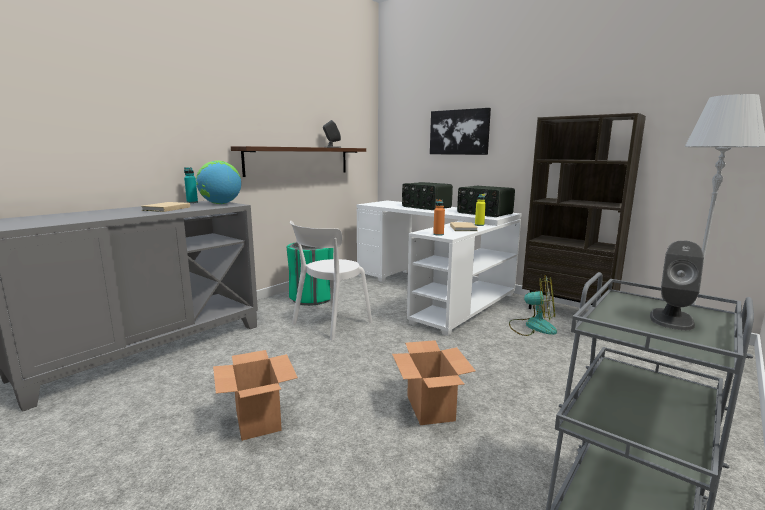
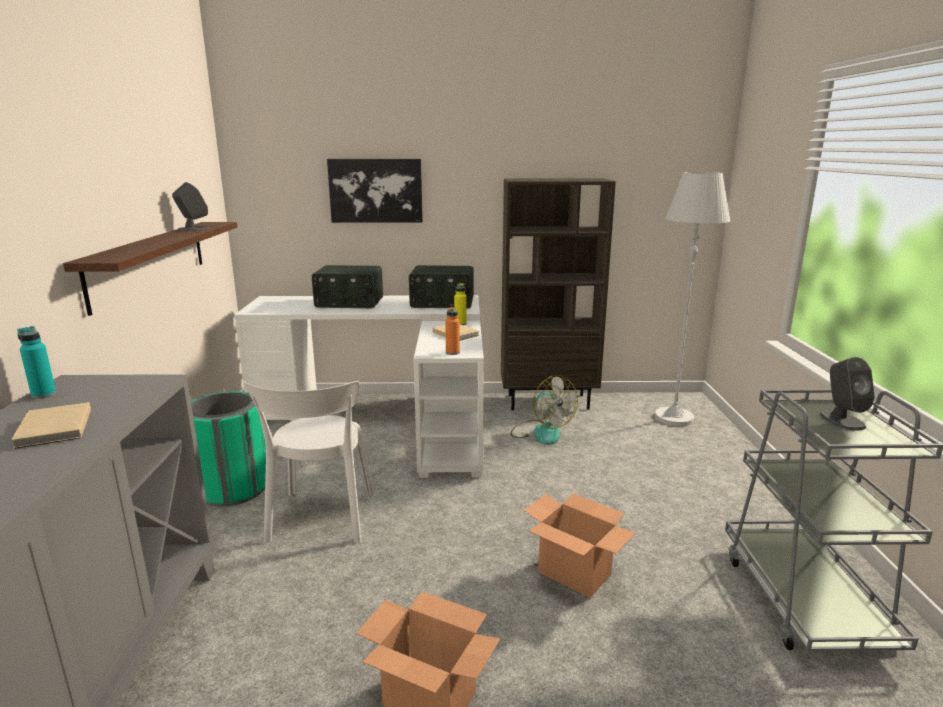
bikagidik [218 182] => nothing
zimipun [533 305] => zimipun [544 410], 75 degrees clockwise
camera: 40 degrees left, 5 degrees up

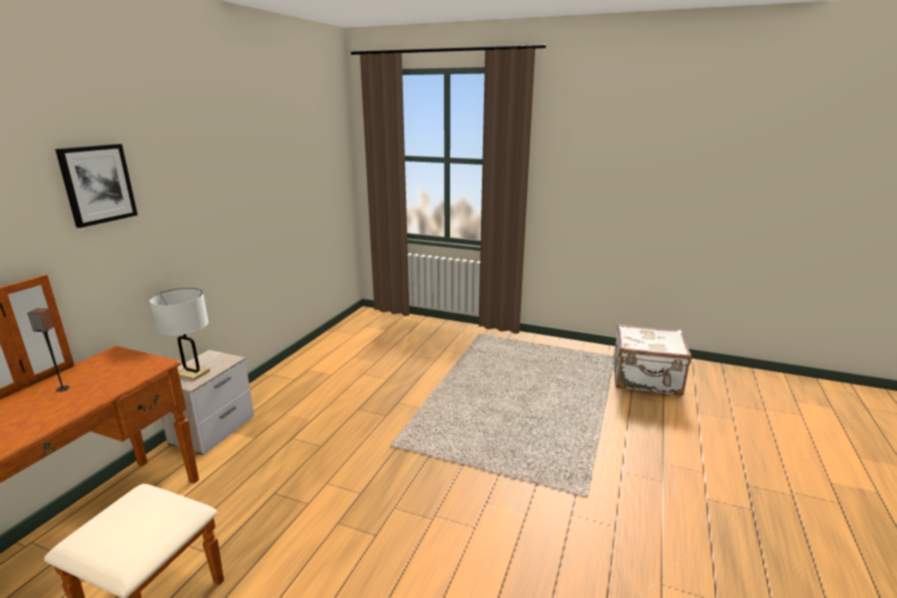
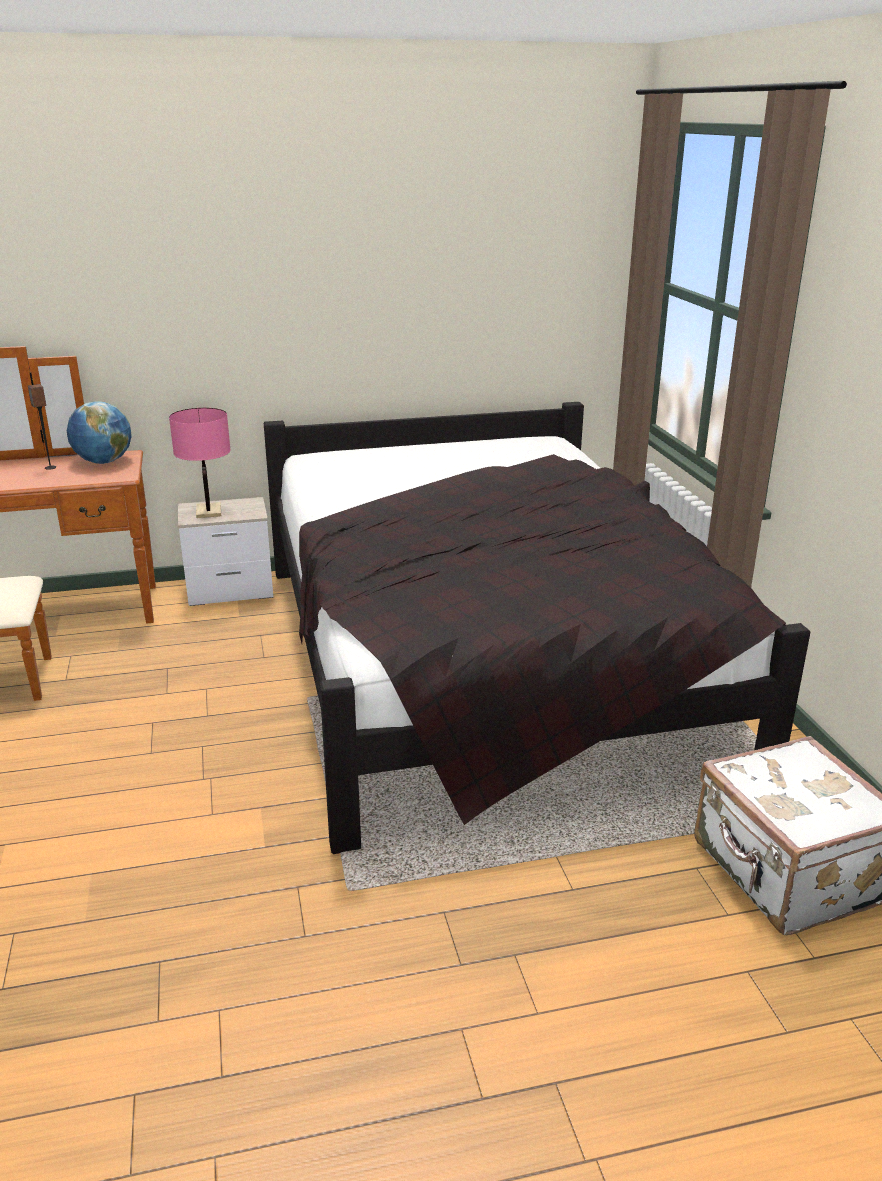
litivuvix [96 186] => nothing
nothing => bikagidik [99 432]
nothing => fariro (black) [537 628]
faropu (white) [179 334] => faropu (pink) [200 463]
camera: 55 degrees right, 5 degrees up

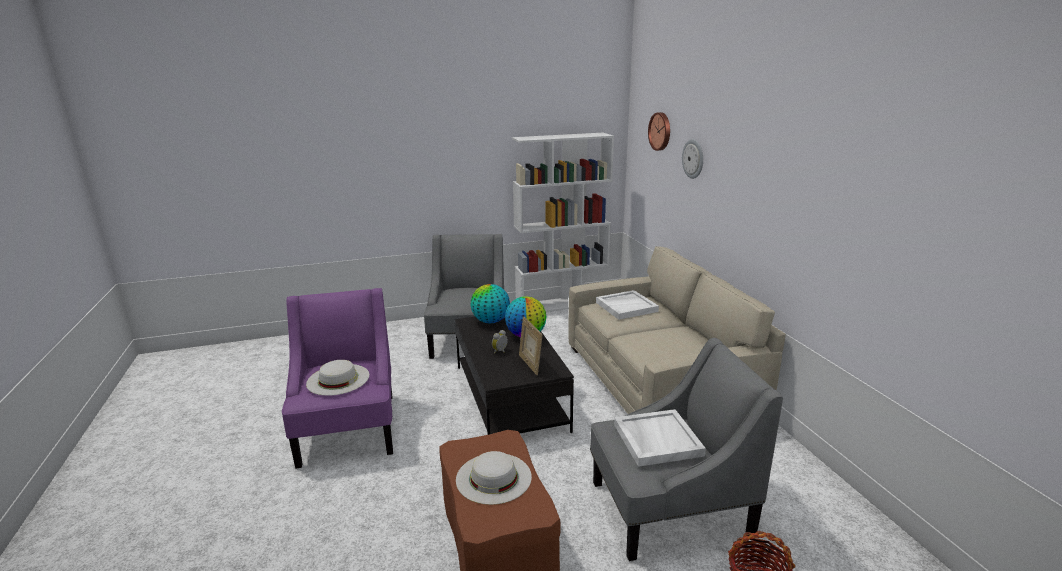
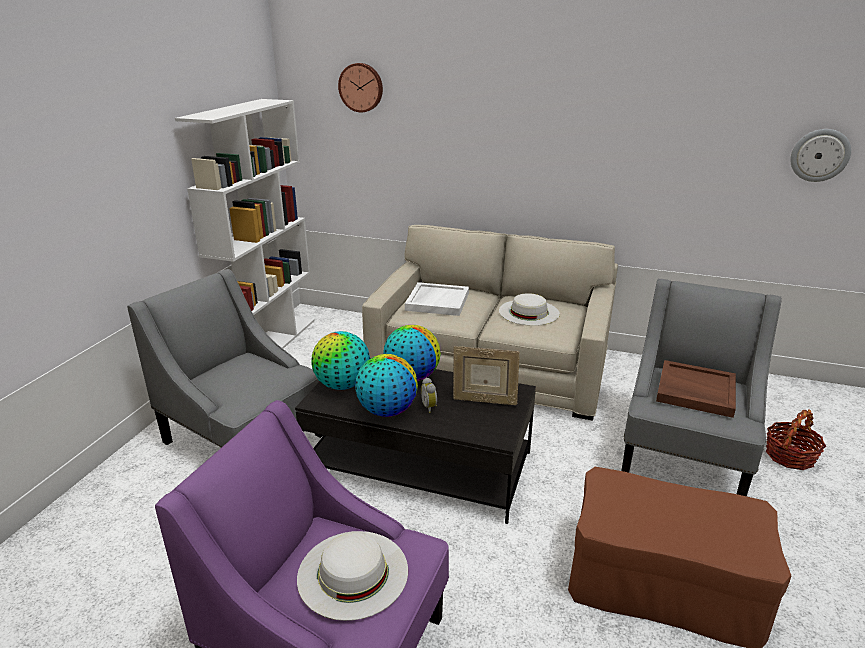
nothing => bikagidik [386 385]
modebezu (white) [494 478] => modebezu (white) [529 309], relocated
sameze [692 159] => sameze [820 155], relocated
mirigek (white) [660 438] => mirigek (brown) [696 389]
camera: 55 degrees left, 5 degrees up

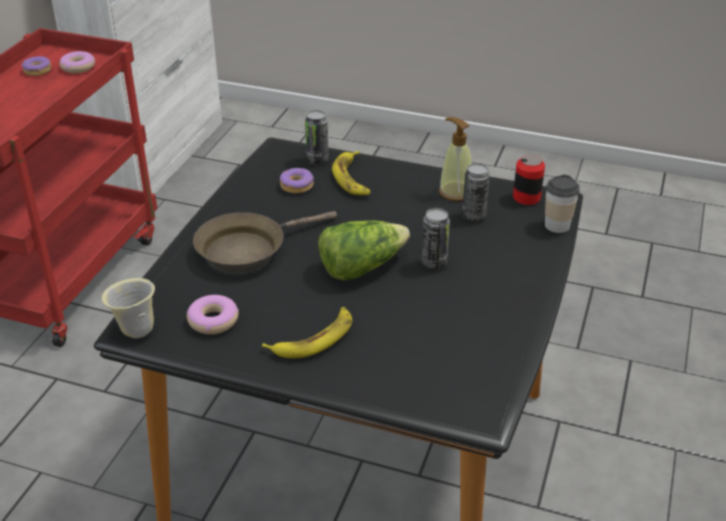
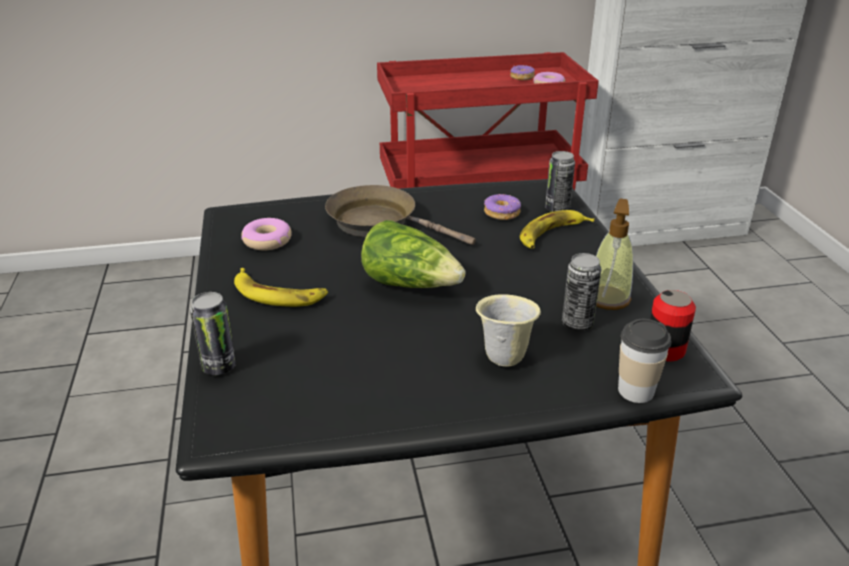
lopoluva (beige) [128 308] => lopoluva (beige) [508 330], relocated
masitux [436 239] => masitux [213 333], relocated
camera: 60 degrees right, 5 degrees down

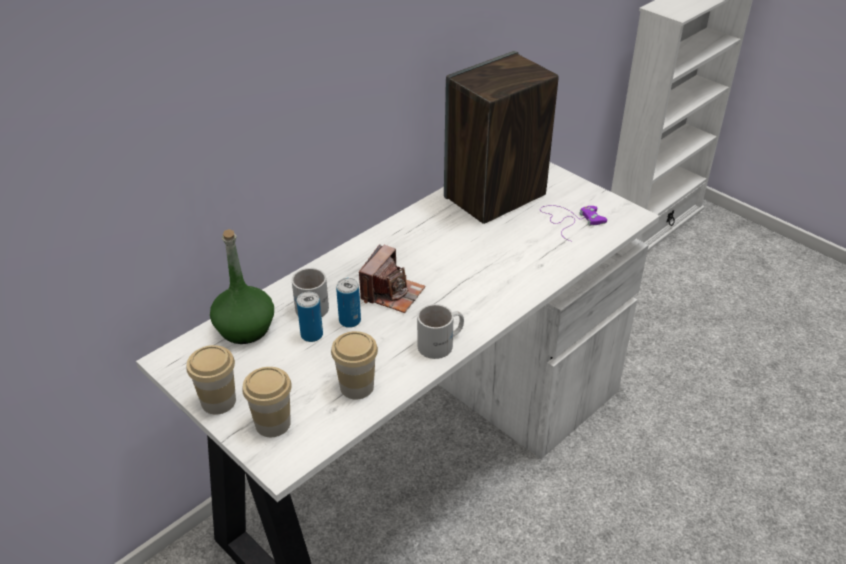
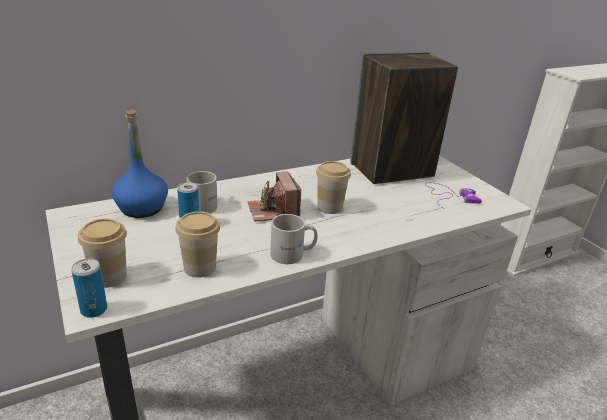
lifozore [211 380] => lifozore [333 187], relocated
masitux [348 303] => masitux [89 288], relocated
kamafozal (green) [242 286] => kamafozal (blue) [140 163]
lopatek [392 278] => lopatek [274 196], 120 degrees clockwise
camera: 15 degrees right, 10 degrees down

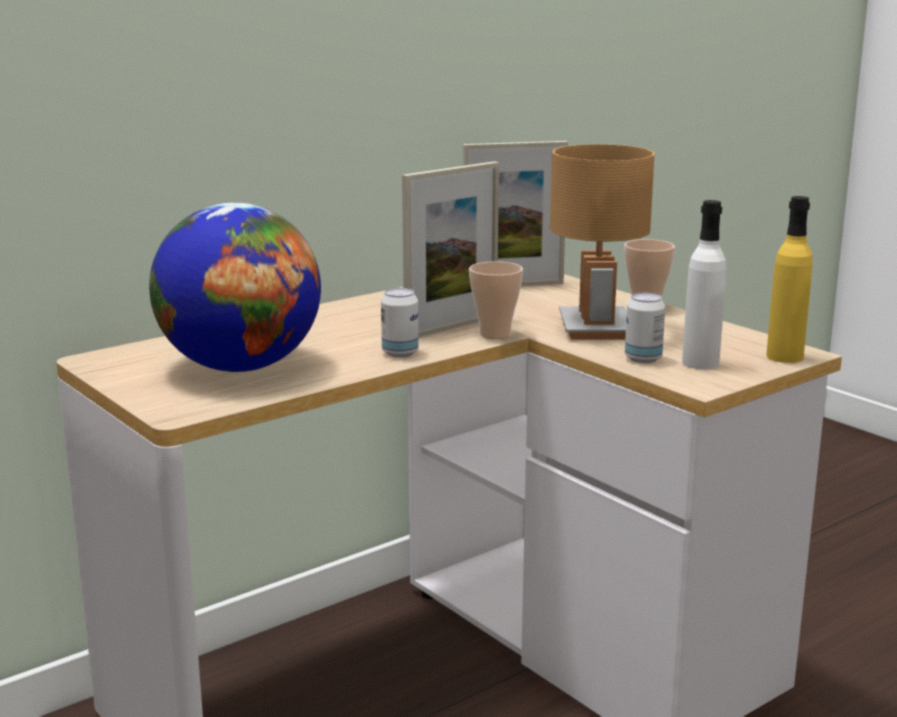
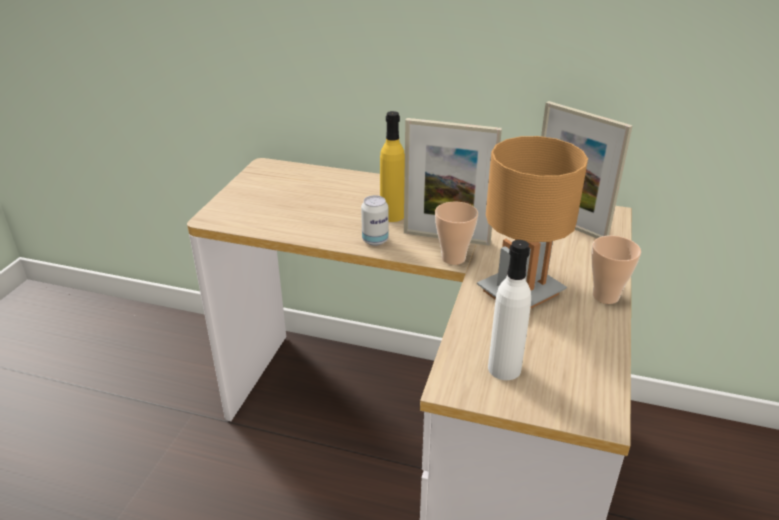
bikagidik [235 287] => nothing
masitux [645 328] => nothing
kamafozal (yellow) [789 279] => kamafozal (yellow) [392 166], relocated
camera: 55 degrees right, 15 degrees up

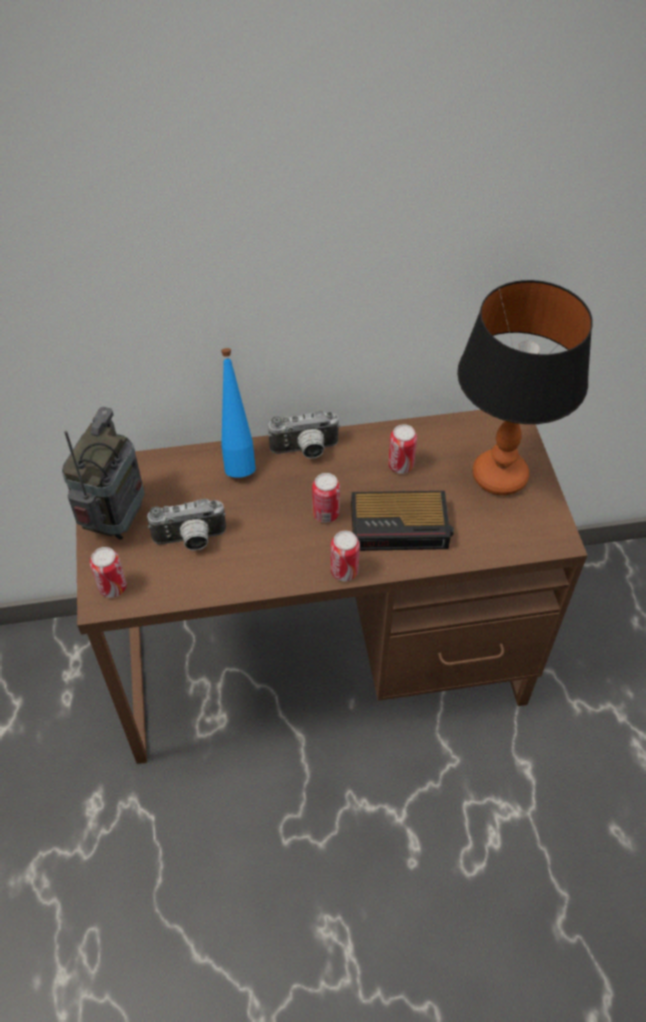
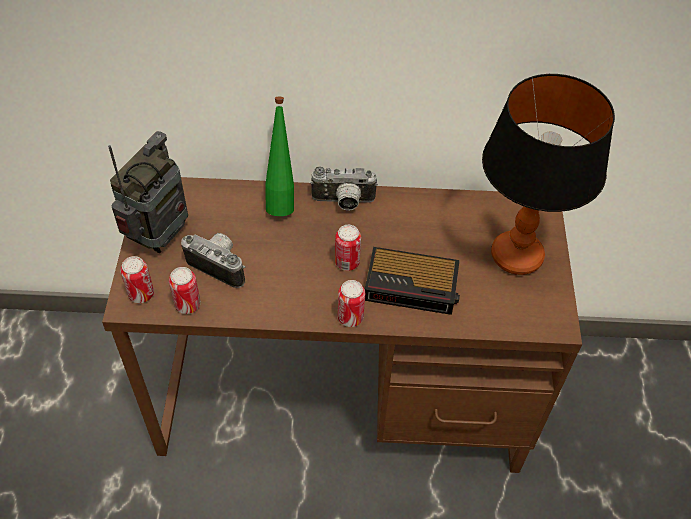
masitux [402 449] => masitux [185 290], relocated
kamafozal (blue) [238 413] => kamafozal (green) [279 156]
lopatek [186 525] => lopatek [213 260], 150 degrees counterclockwise
camera: 10 degrees right, 0 degrees up

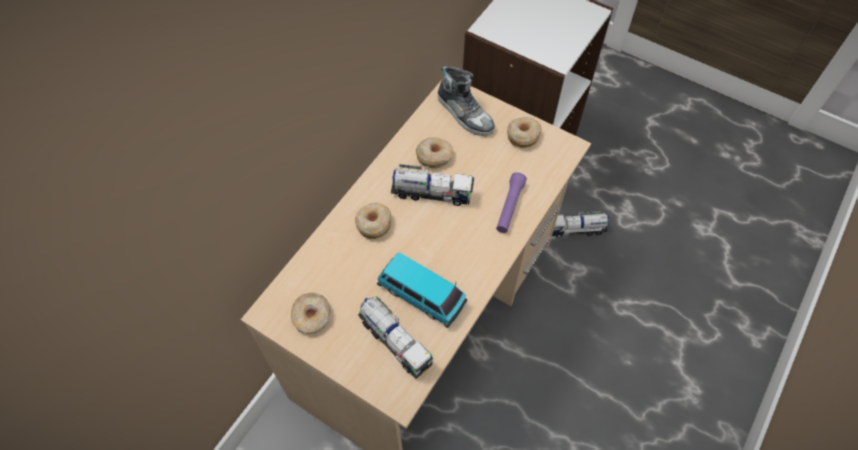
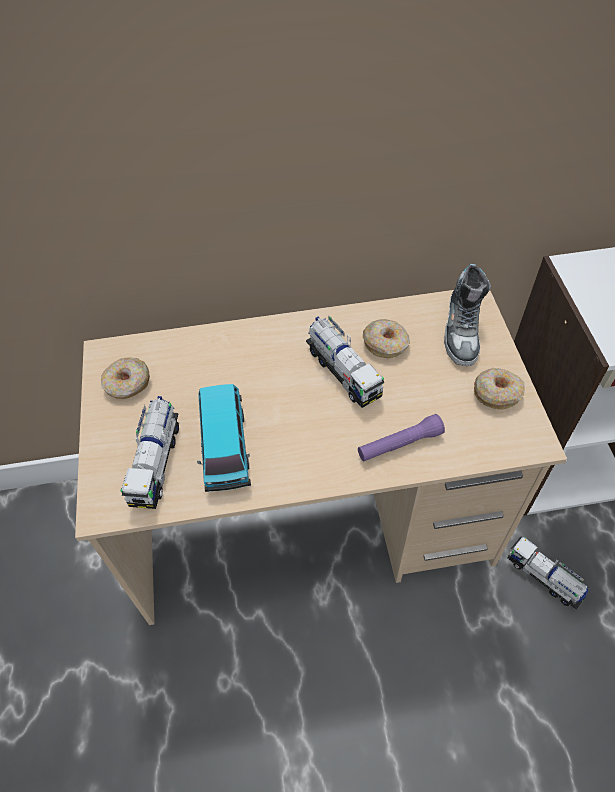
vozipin [373 220] => nothing
camera: 50 degrees right, 5 degrees down

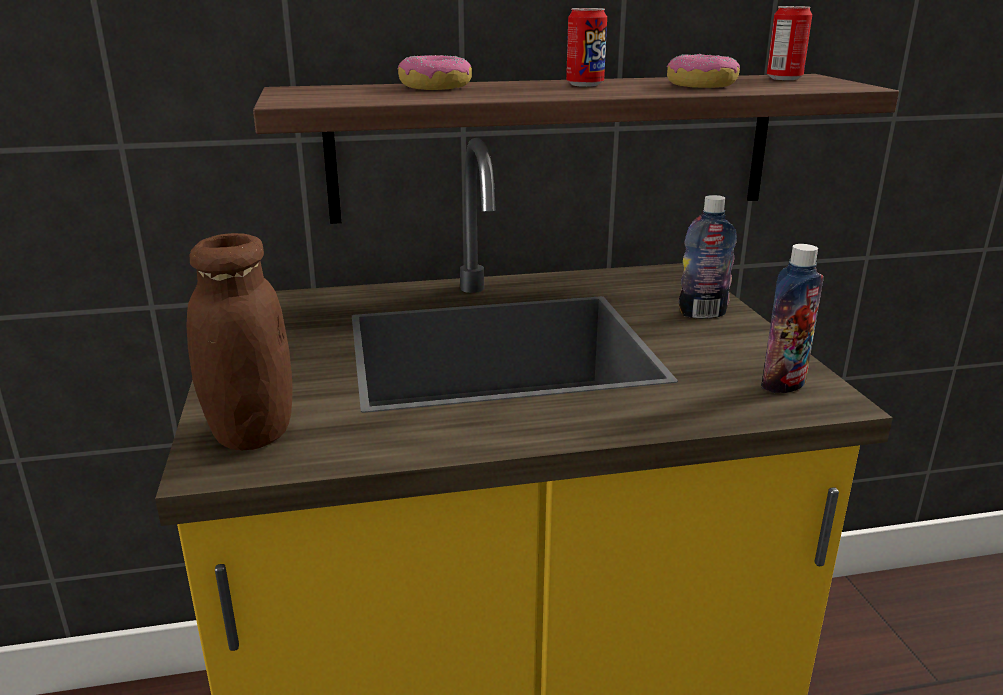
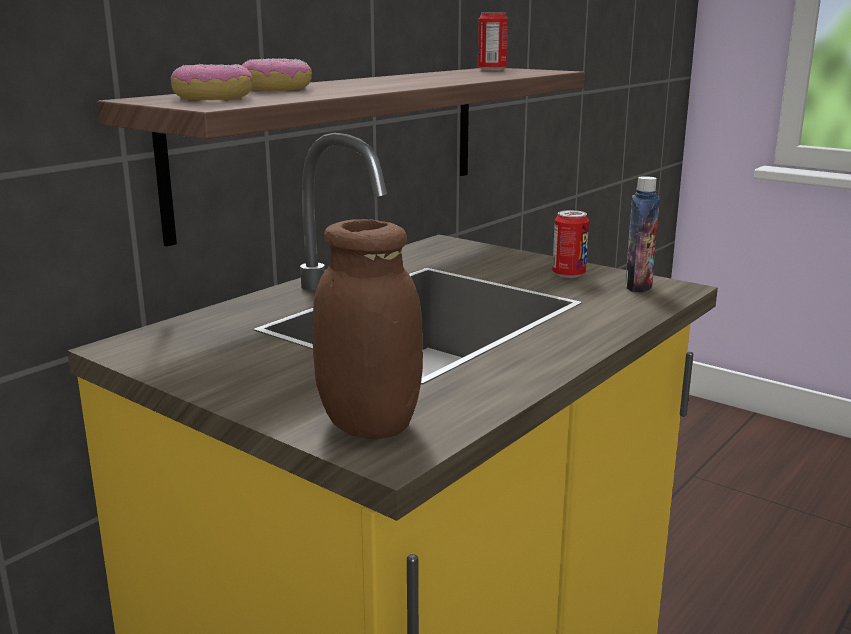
kamafozal [708 257] => nothing
masitux [586 47] => masitux [570 244], relocated
vozipin [703 70] => vozipin [211 82], relocated
camera: 40 degrees left, 5 degrees down

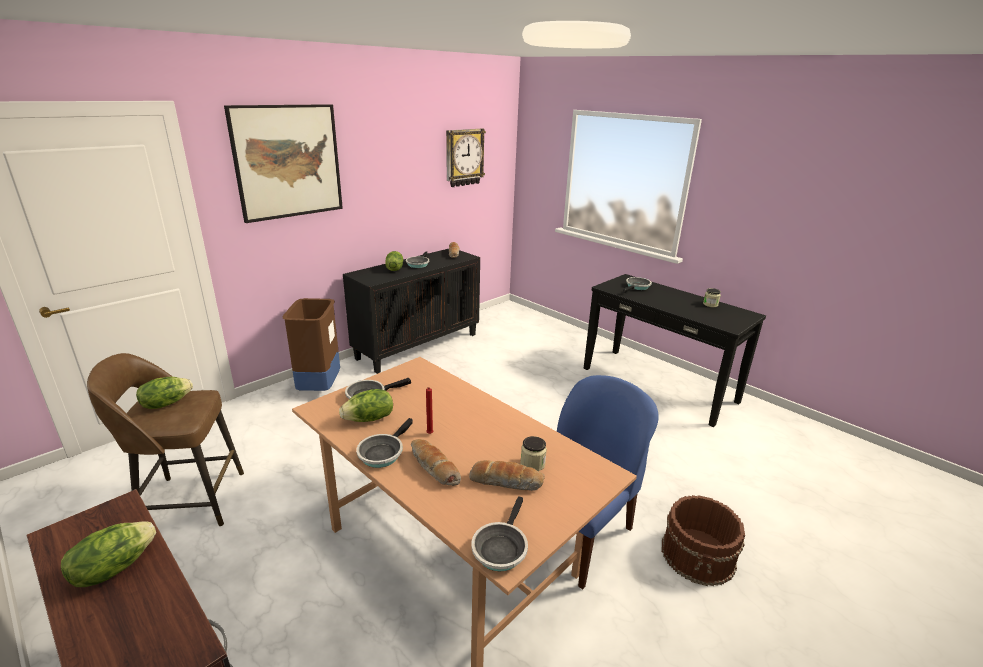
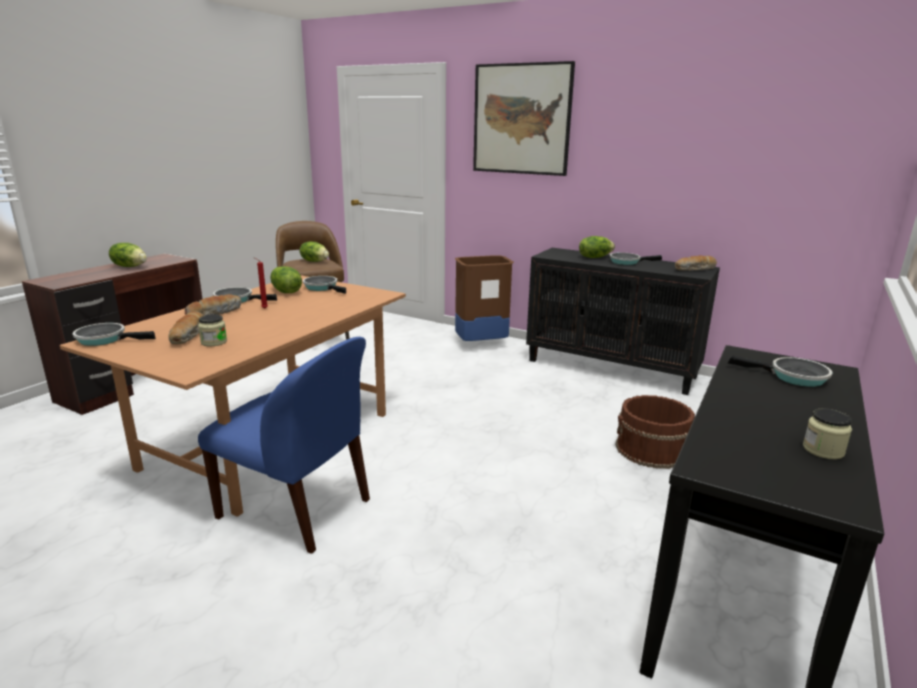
sameze [466 158] => nothing
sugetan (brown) [703 540] => sugetan (brown) [655 432], relocated
camera: 75 degrees right, 5 degrees down

